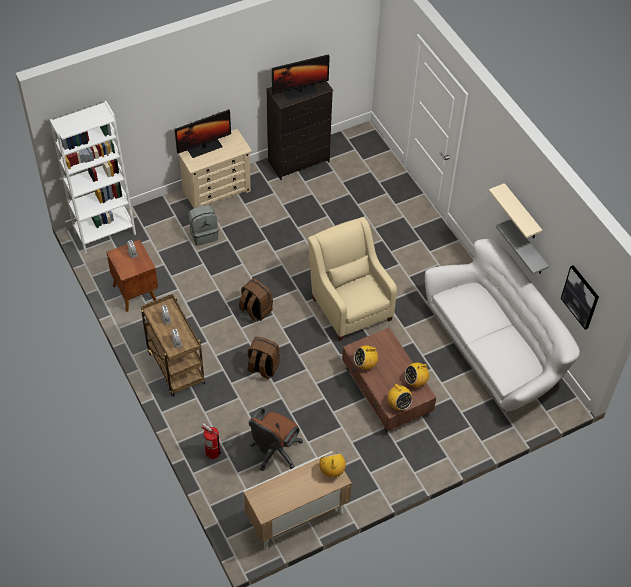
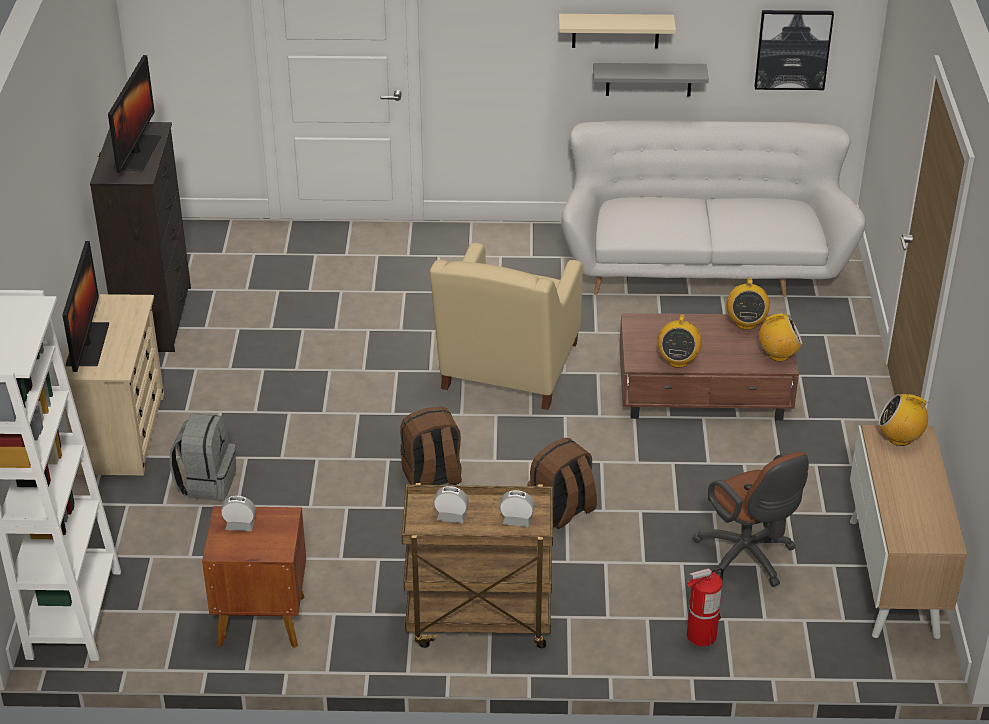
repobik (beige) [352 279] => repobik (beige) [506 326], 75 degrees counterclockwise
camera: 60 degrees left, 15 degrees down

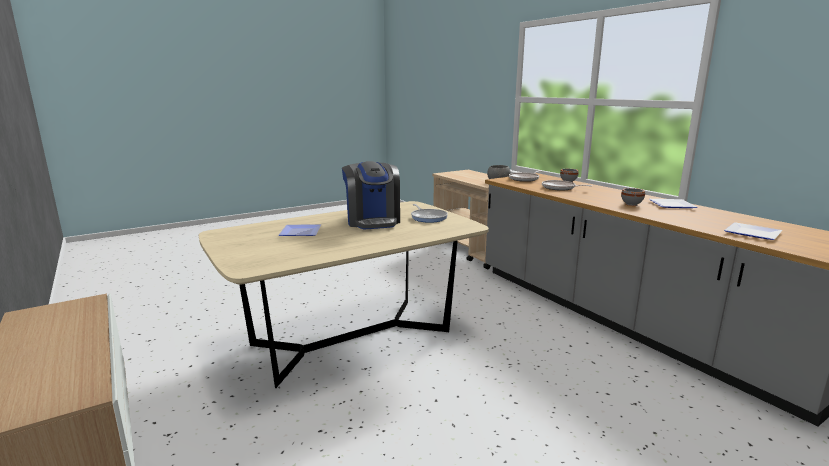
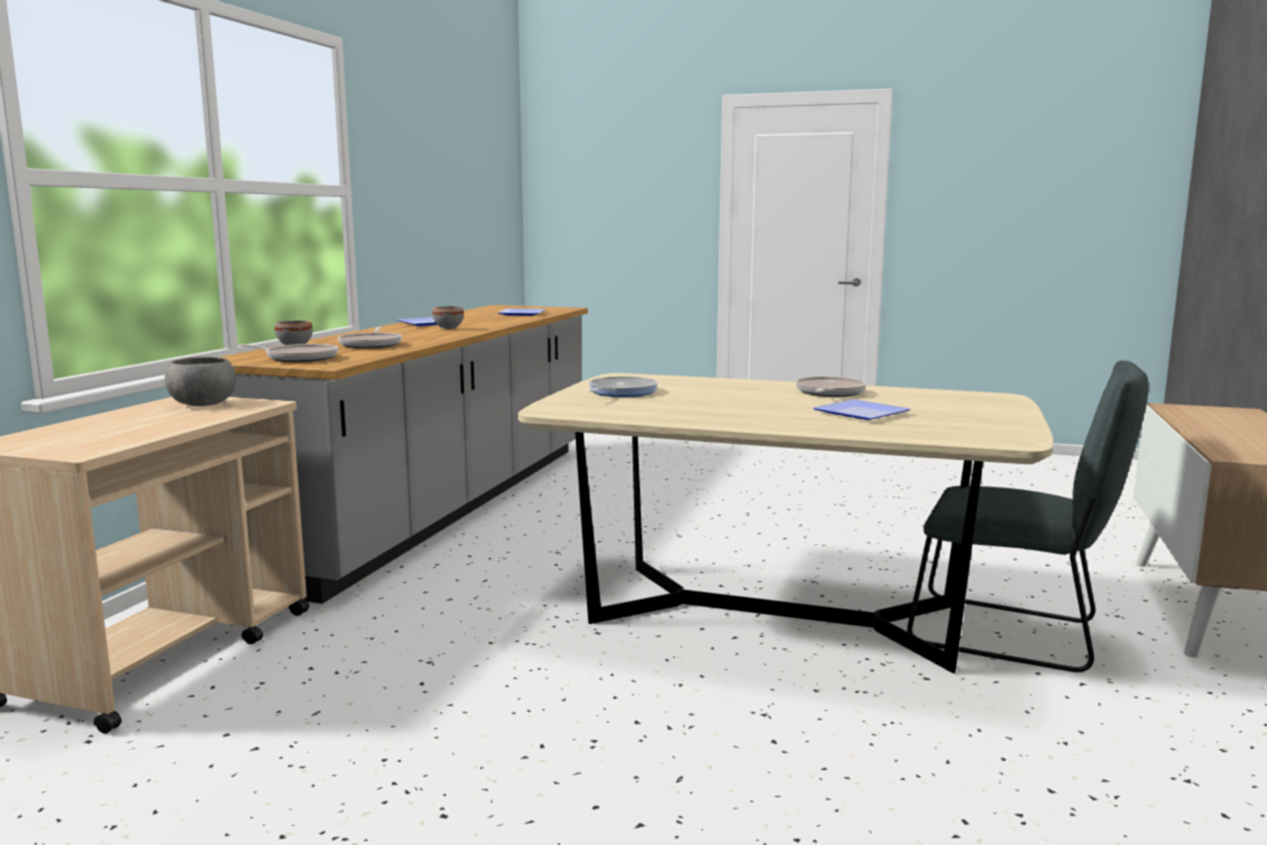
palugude [371 195] => nothing
nothing => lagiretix [830 386]
nothing => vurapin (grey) [1028 516]
camera: 130 degrees left, 5 degrees down

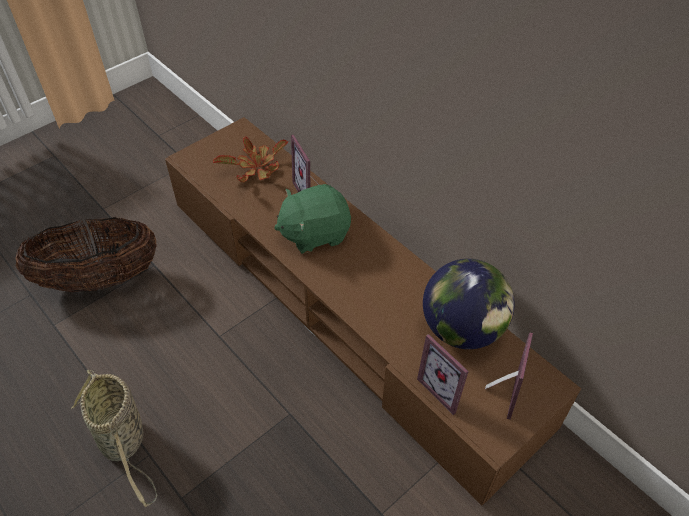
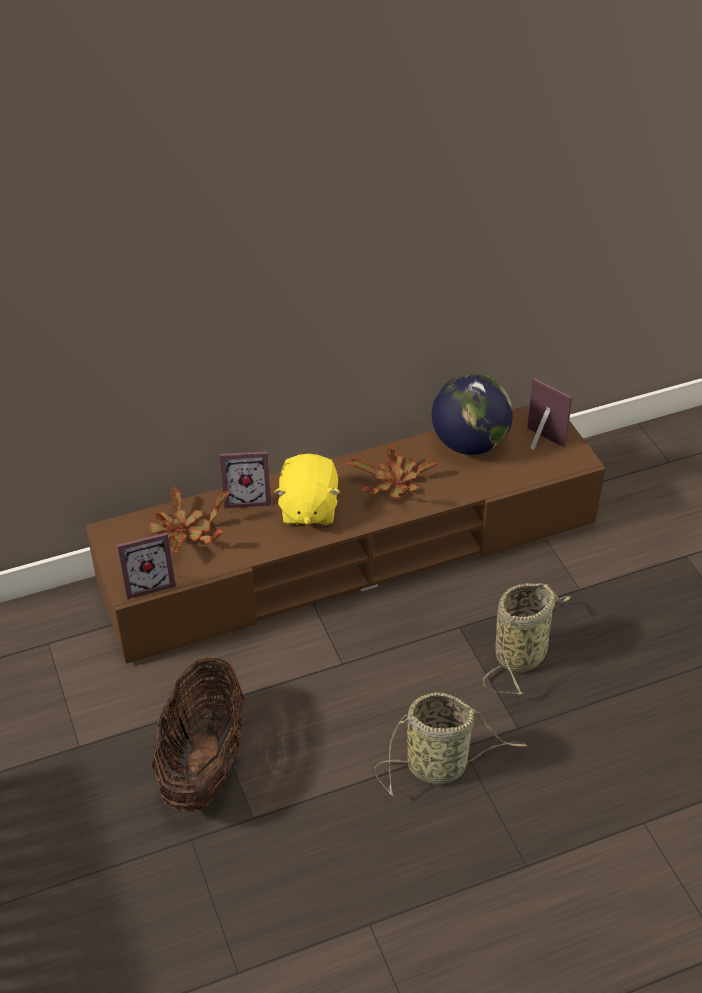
nothing => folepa [392 471]
nothing => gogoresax [527 639]
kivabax [443 374] => kivabax [146 565], relocated
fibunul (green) [312 219] => fibunul (yellow) [307 489]
camera: 70 degrees left, 5 degrees down

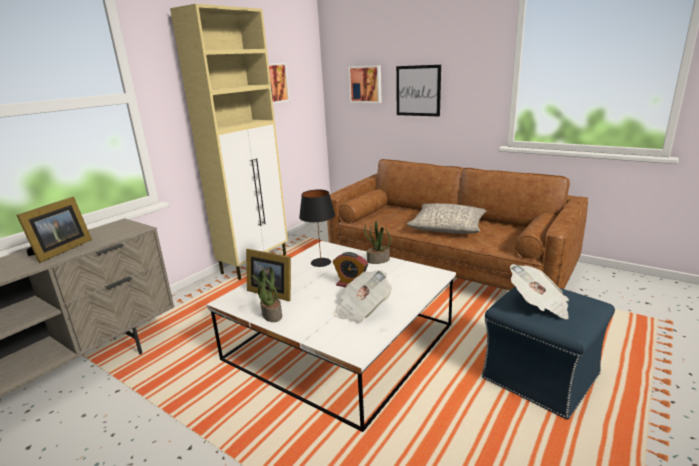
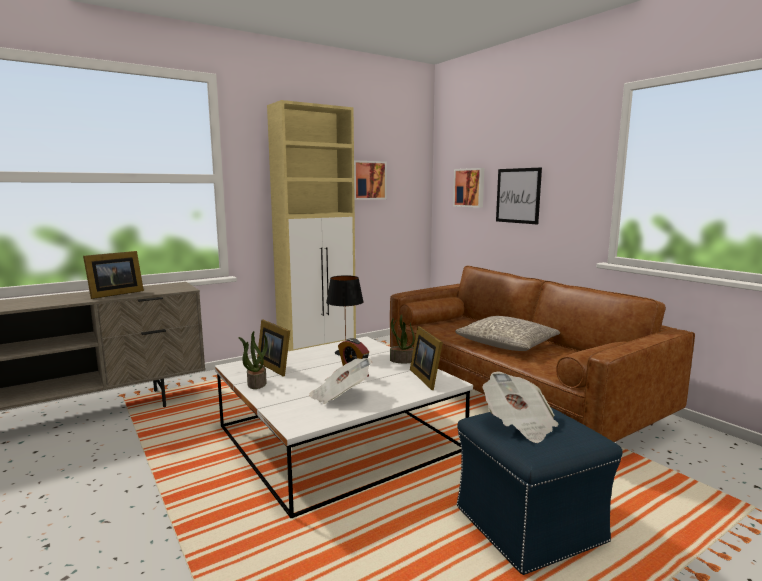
nothing => kivabax [426 358]
camera: 20 degrees right, 10 degrees down

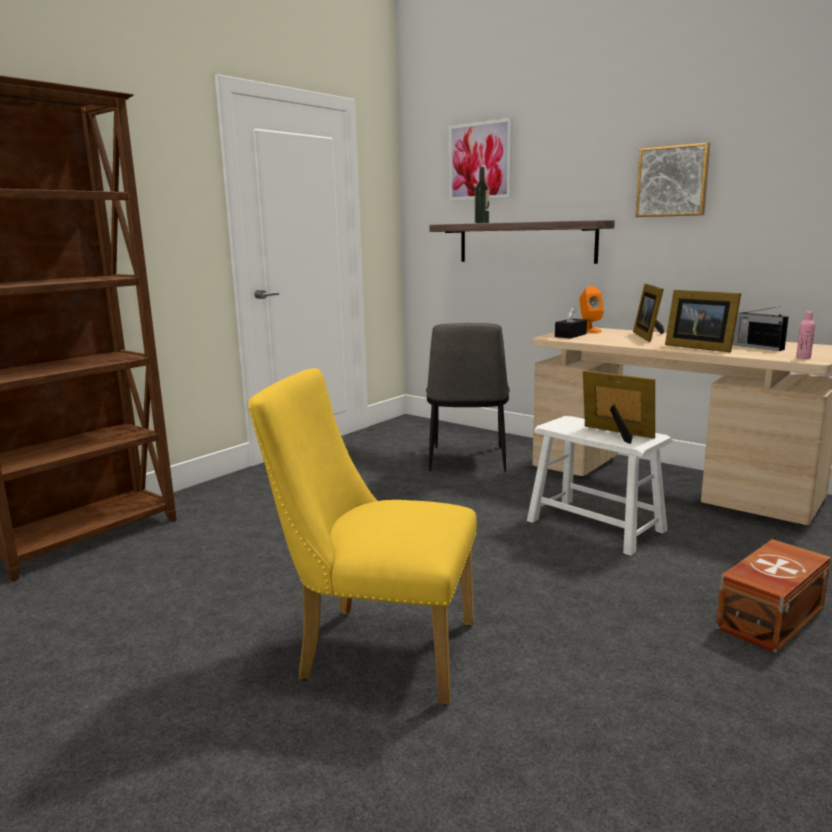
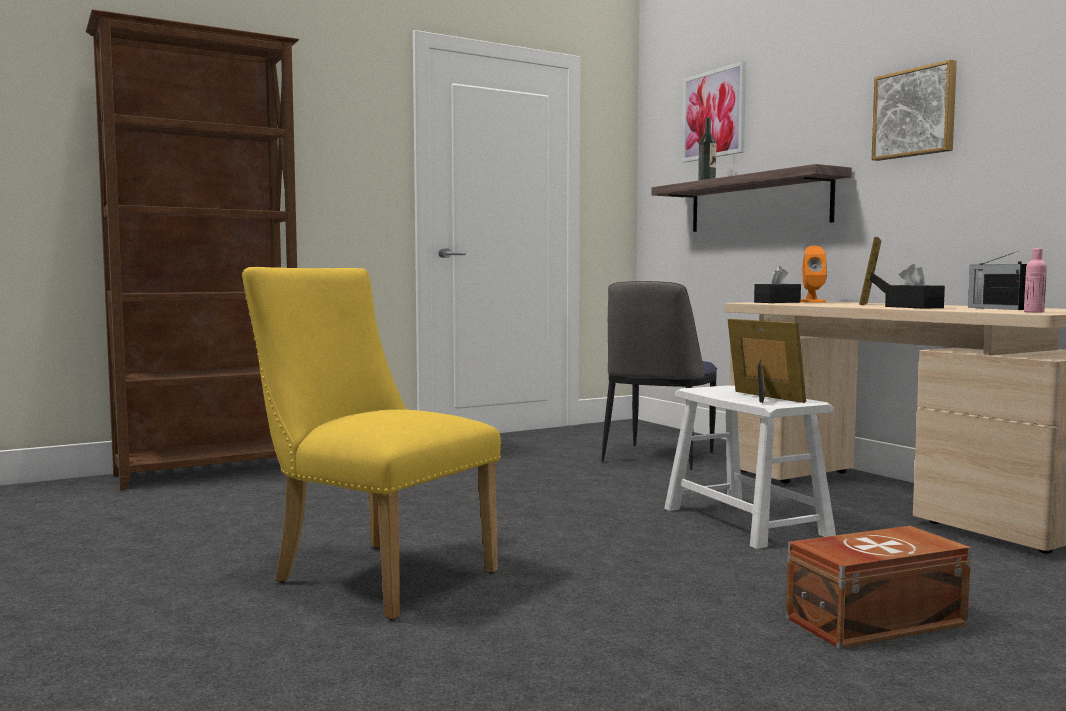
kivabax [703 321] => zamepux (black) [915 286]
camera: 20 degrees right, 10 degrees down

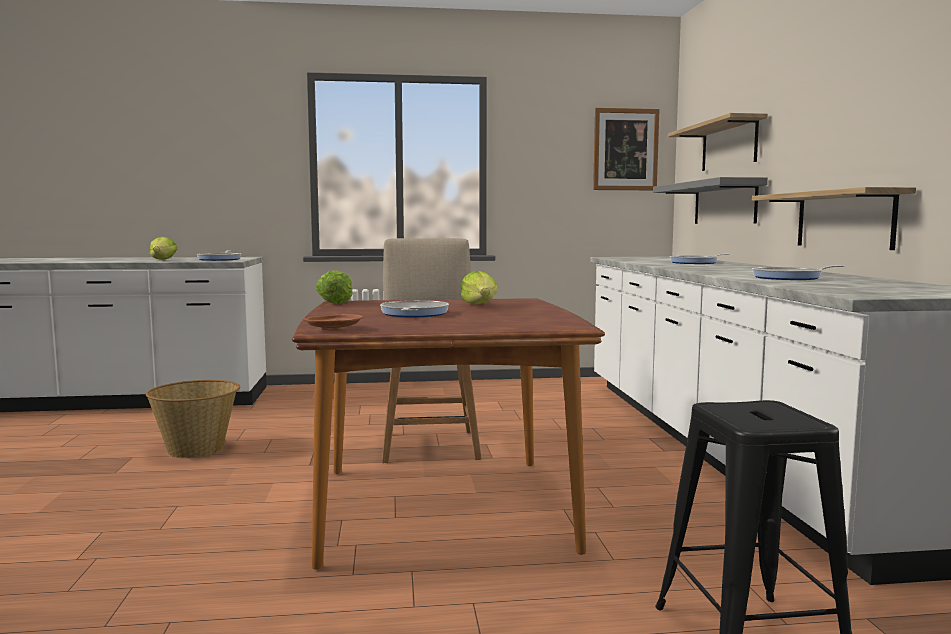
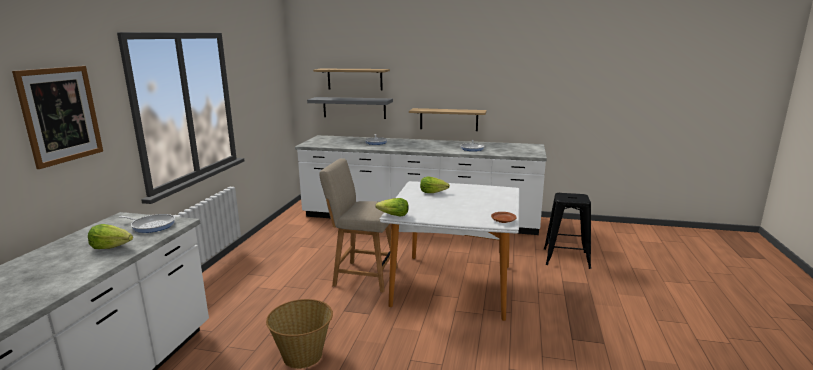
lagiretix [414 308] => nothing
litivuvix [626 149] => litivuvix [57 117], relocated
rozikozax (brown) [448 434] => rozikozax (white) [450 251]
camera: 70 degrees left, 10 degrees up

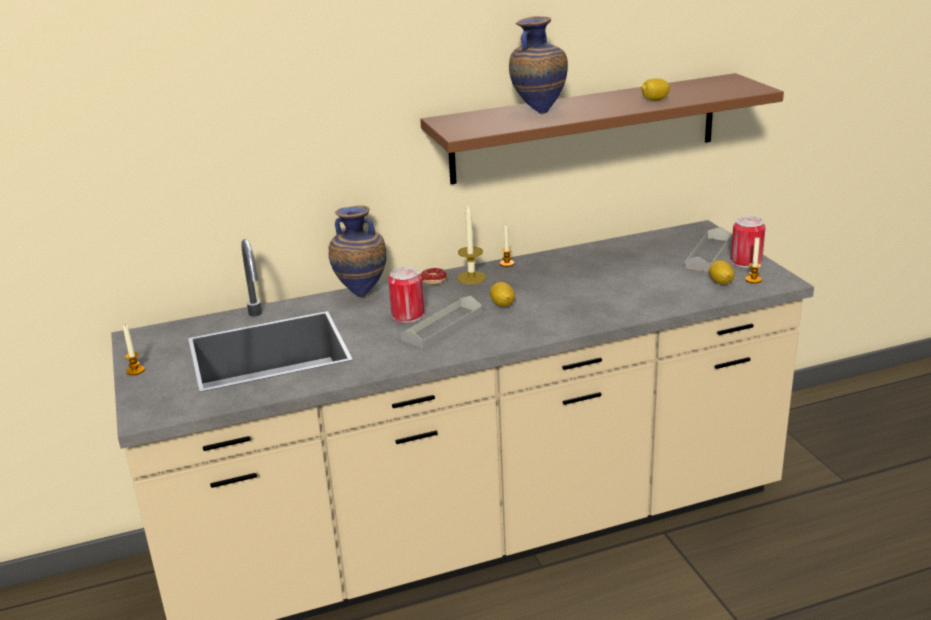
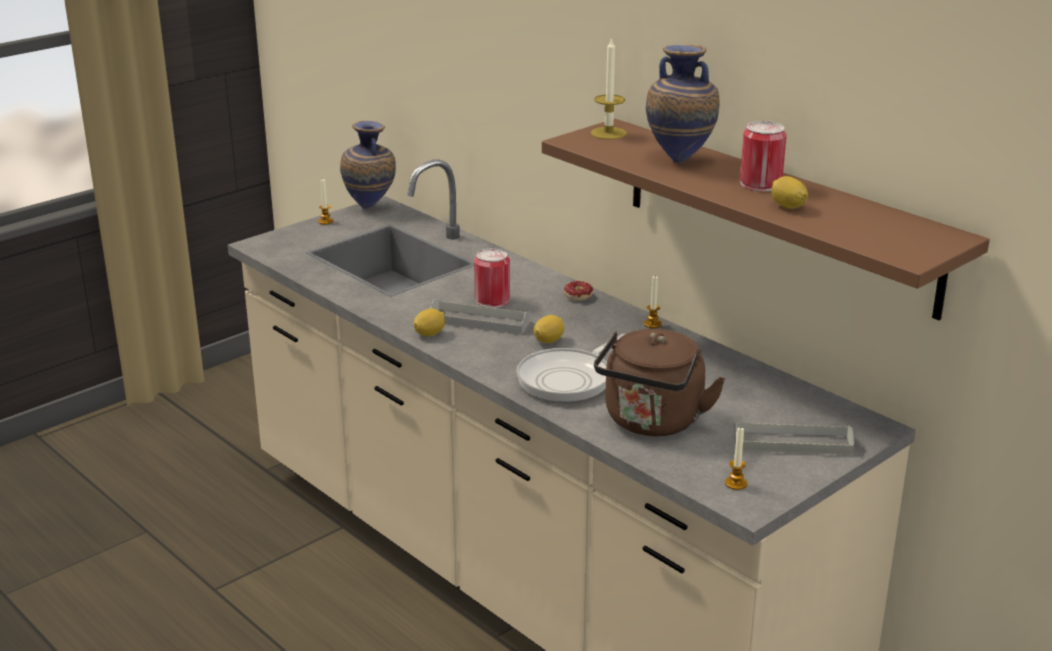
nothing => lagiretix [571 368]
nothing => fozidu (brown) [660 382]
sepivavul [357 251] => sepivavul [368 165], relocated
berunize [471 244] => berunize [609 88], relocated
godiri [721 272] => godiri [429 322], relocated
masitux [748 242] => masitux [763 156], relocated
camera: 65 degrees right, 0 degrees up

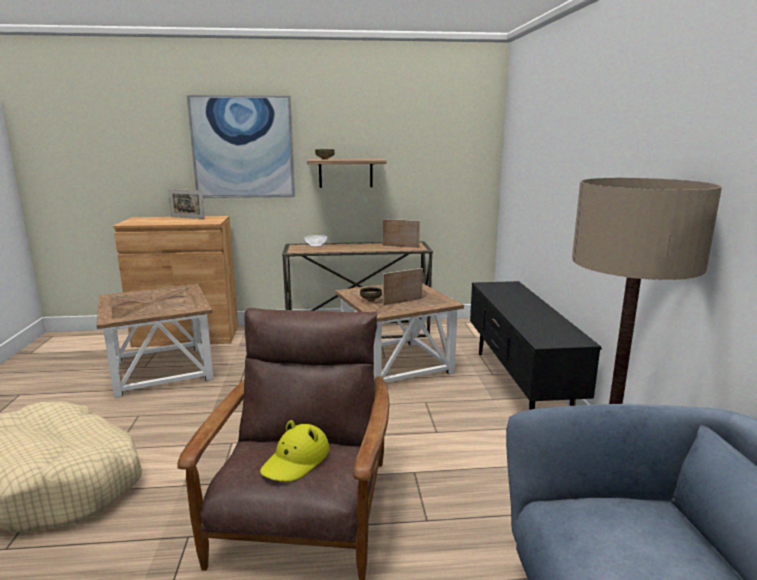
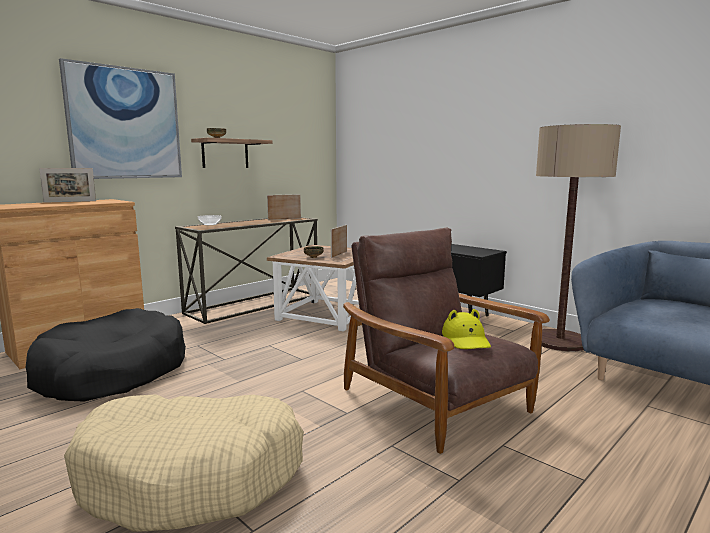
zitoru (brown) [154 341] => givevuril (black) [105 355]
camera: 40 degrees left, 5 degrees down

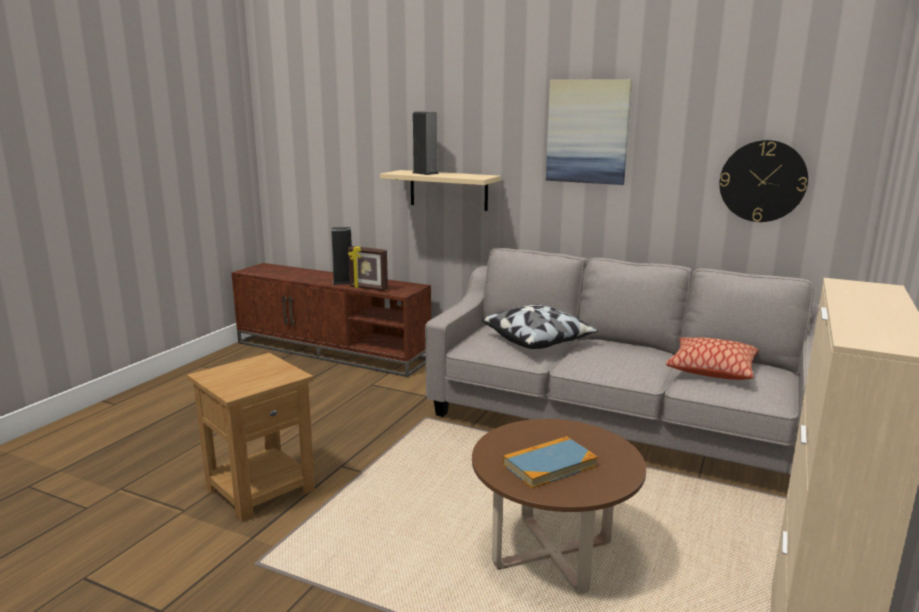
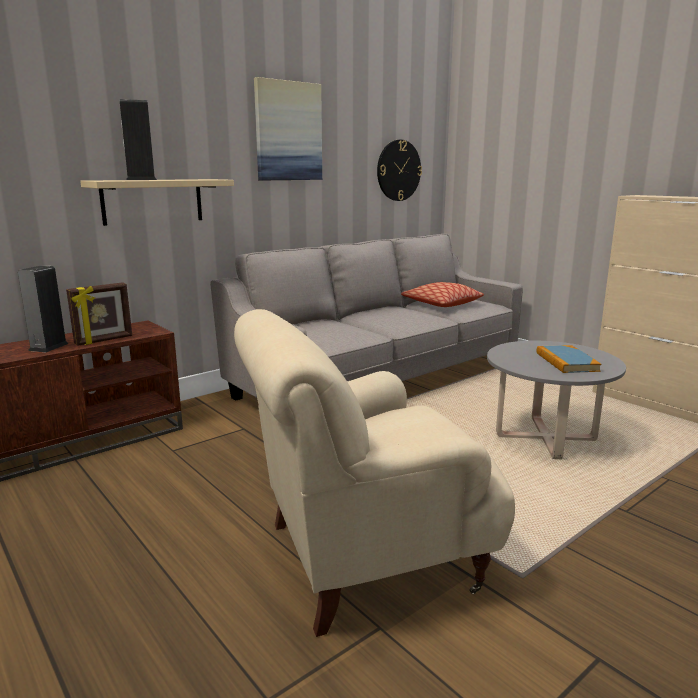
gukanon [540 326] => nothing
zitoru (brown) [251 437] => repobik (beige) [374 473]
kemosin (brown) [559 507] => kemosin (grey) [556 400]
camera: 65 degrees left, 0 degrees up

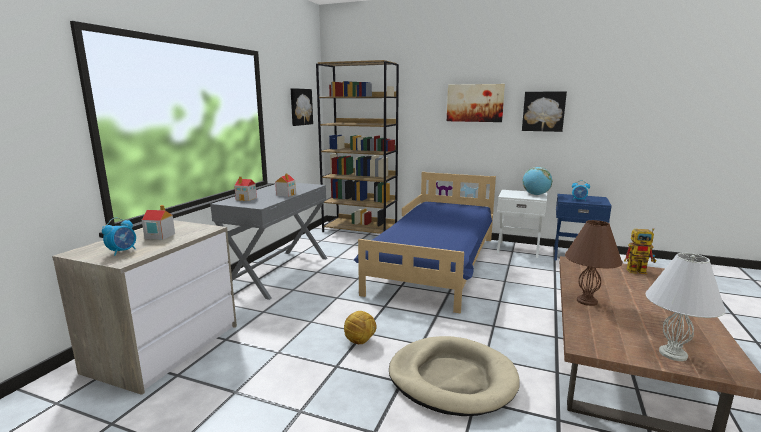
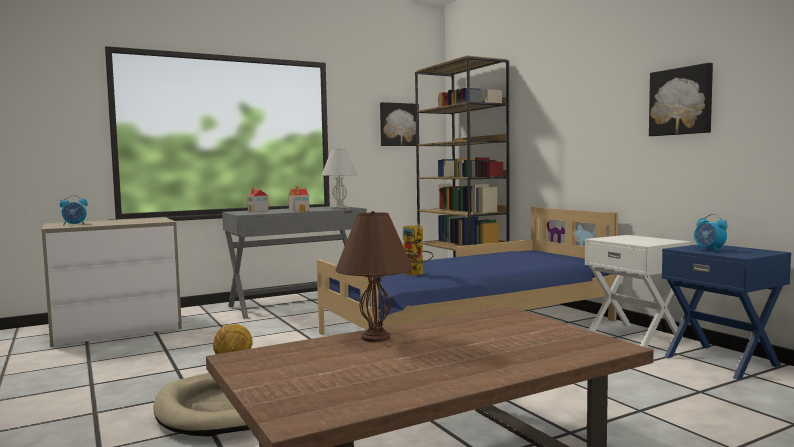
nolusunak [158 222] => nothing
litivuvix [476 103] => nothing
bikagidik [537 181] => nothing
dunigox [640 251] => dunigox [418 250], relocated
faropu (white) [686 307] => faropu (white) [339 178], relocated
camera: 40 degrees right, 10 degrees down

